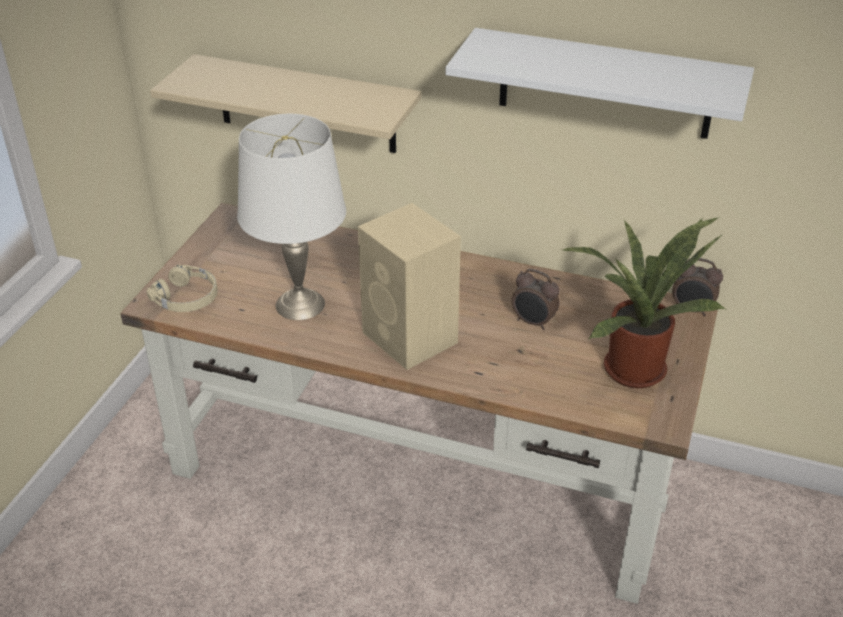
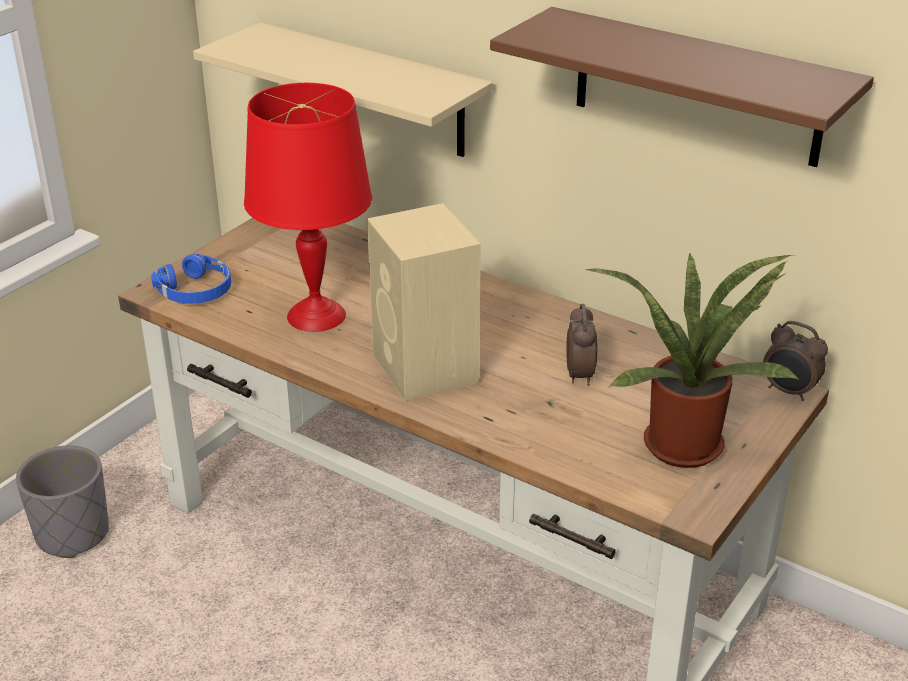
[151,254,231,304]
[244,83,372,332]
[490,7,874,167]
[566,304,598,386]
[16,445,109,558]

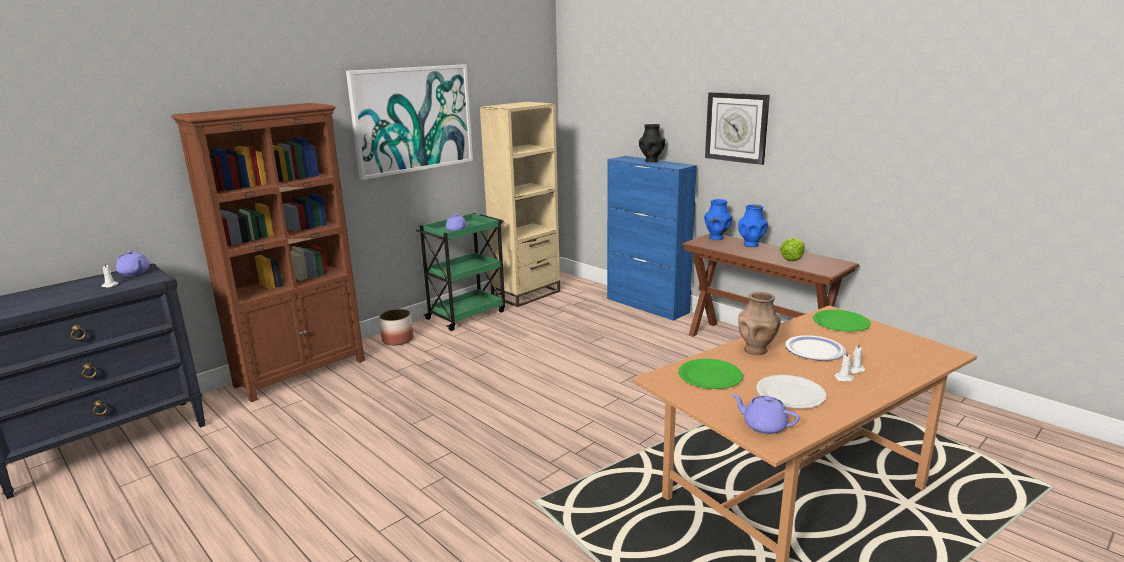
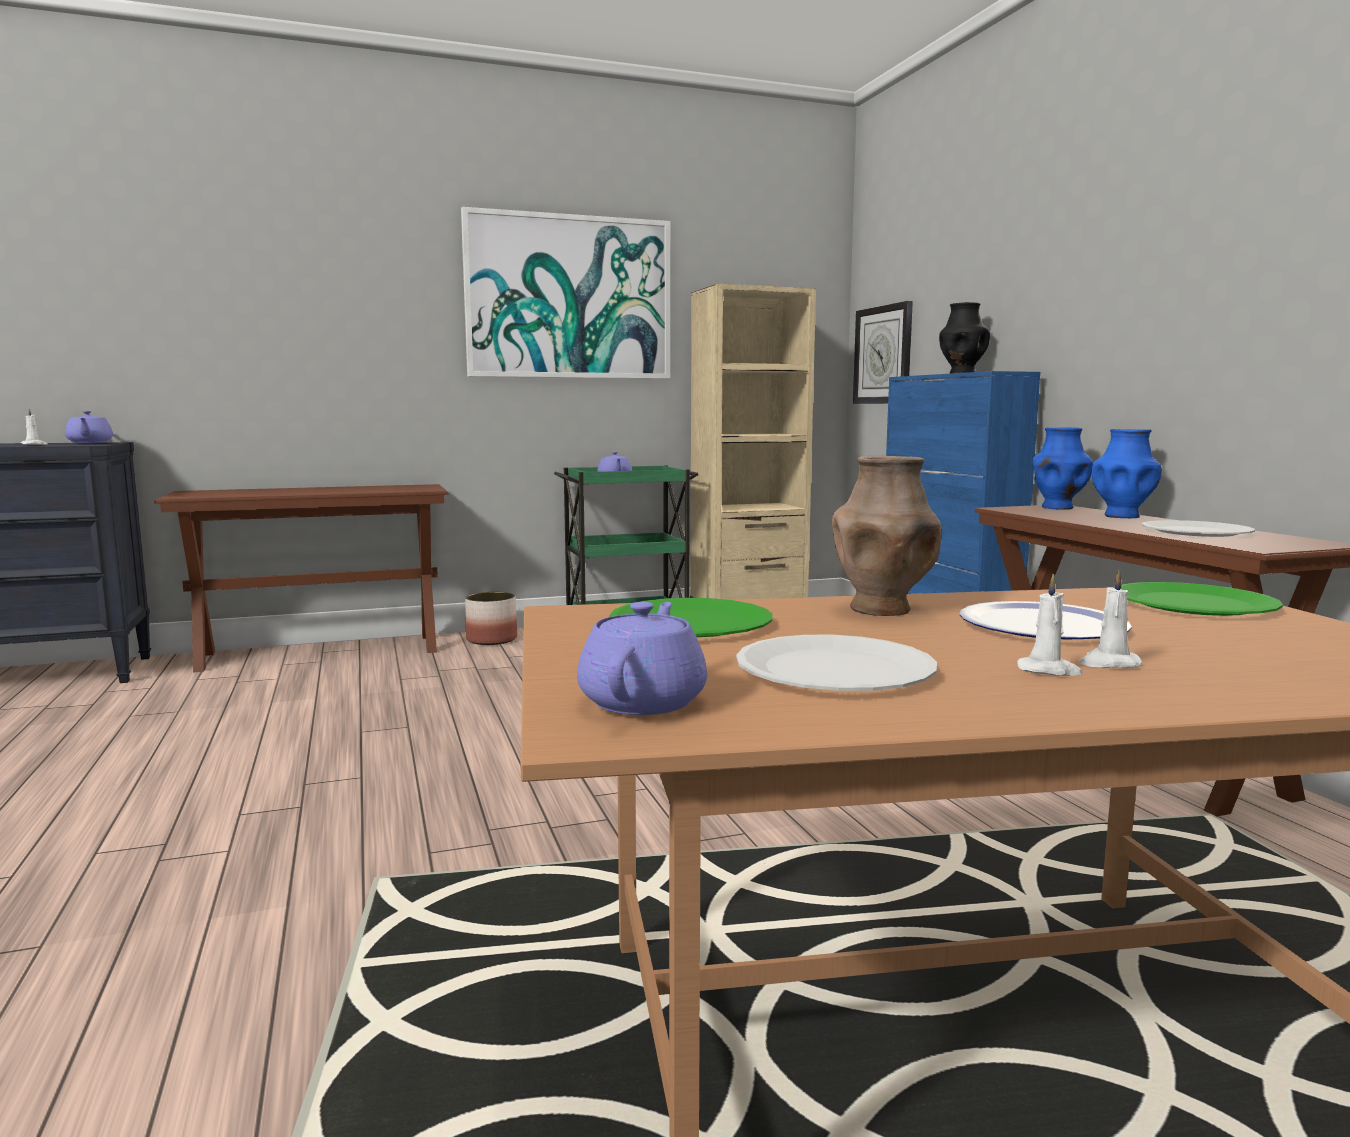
[154,484,449,672]
[853,301,913,404]
[577,602,707,715]
[1142,520,1255,537]

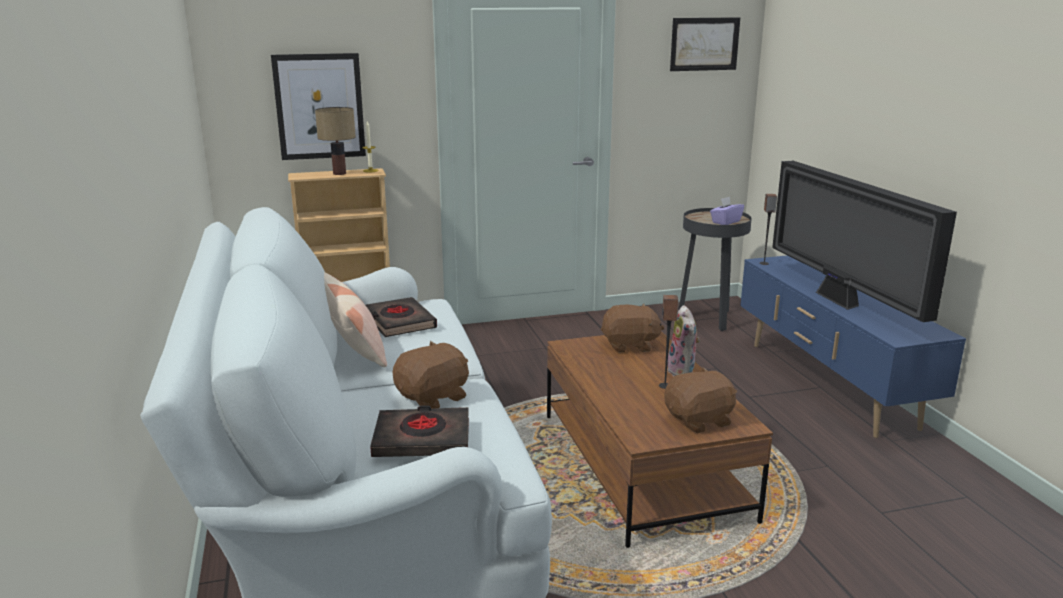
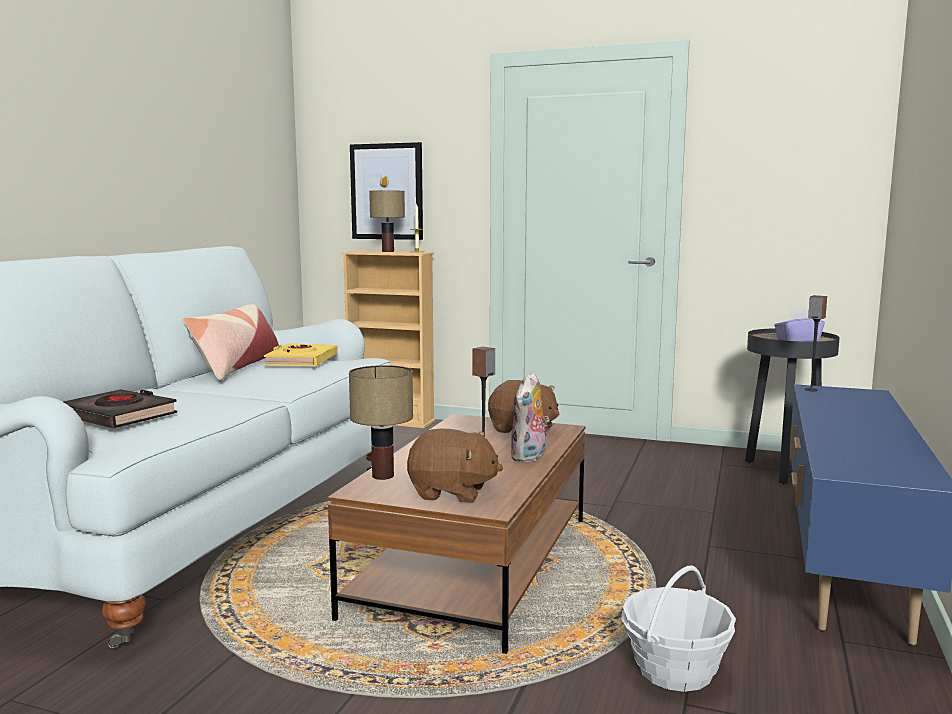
[264,343,338,366]
[393,341,469,409] (first image)
[670,17,740,71] (first image)
[772,161,957,322] (first image)
[349,365,413,480]
[622,566,736,692]

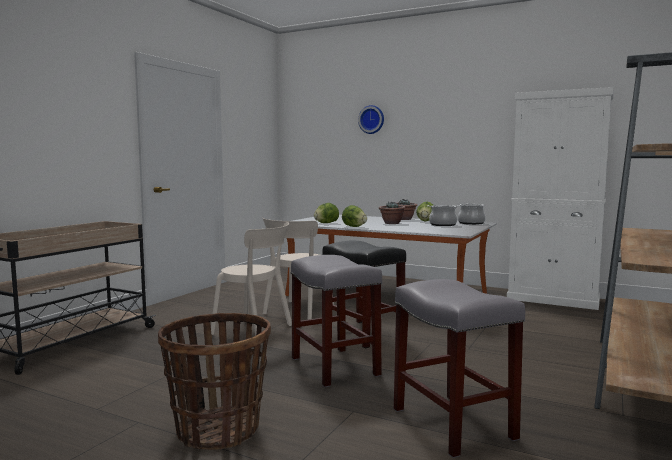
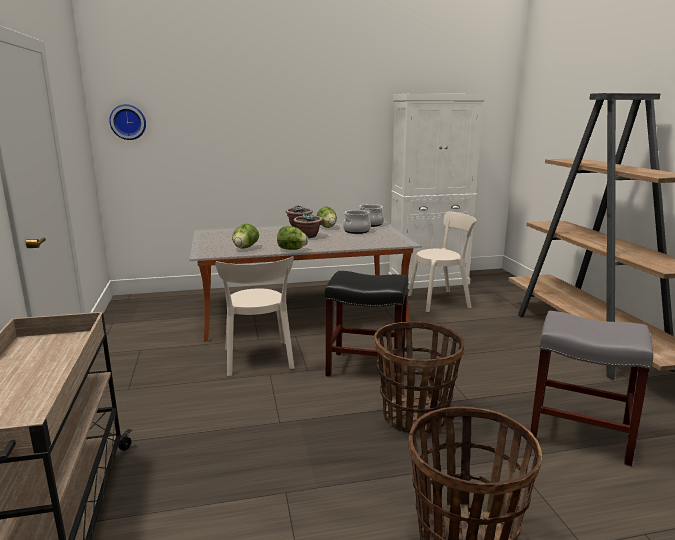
[408,211,477,312]
[373,322,464,436]
[109,104,146,140]

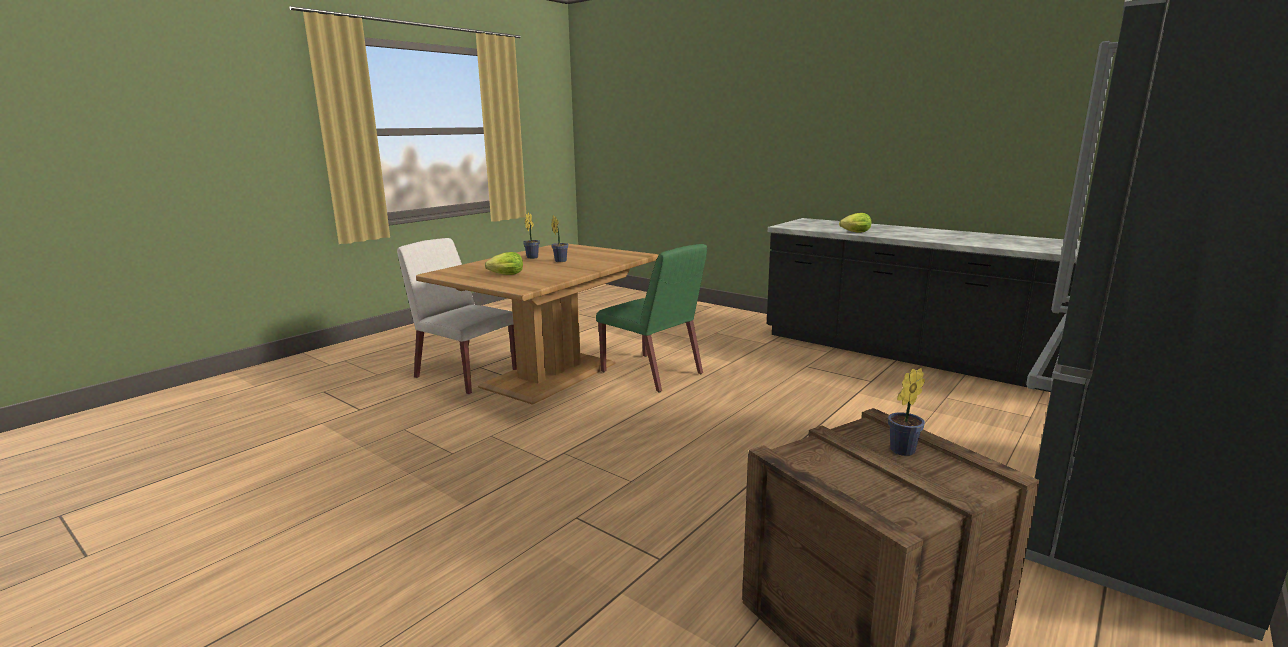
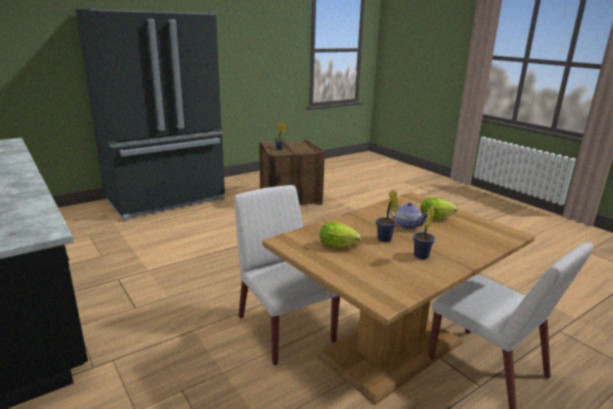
[234,185,340,365]
[320,222,361,248]
[389,202,427,229]

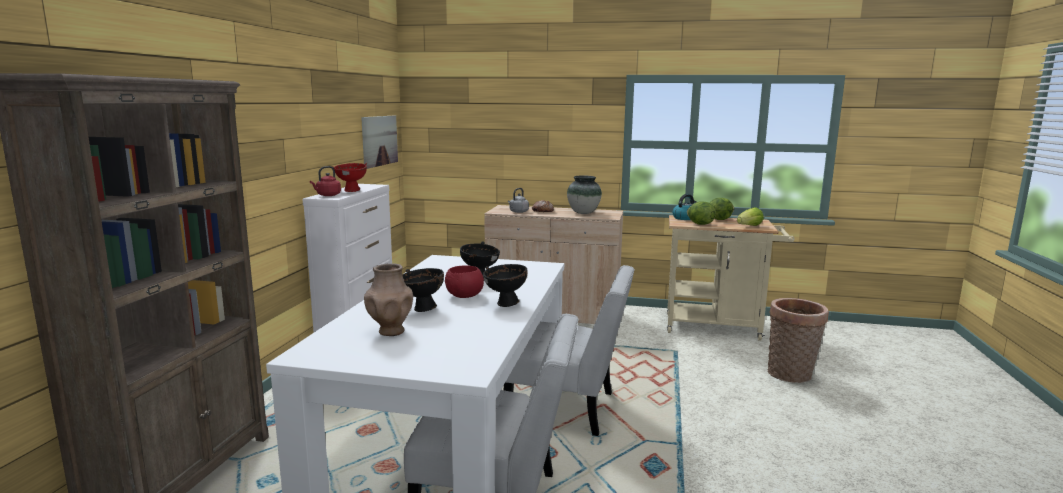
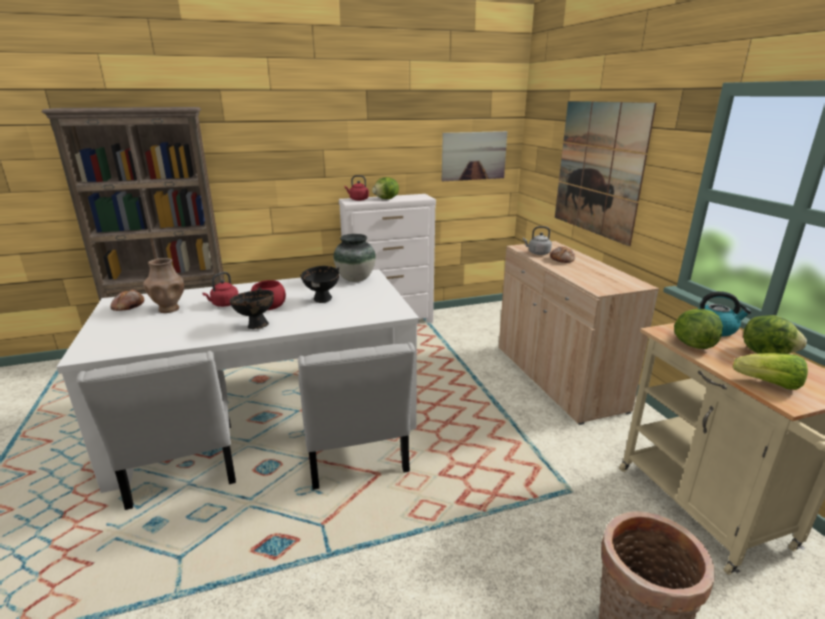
[372,177,399,199]
[202,272,238,307]
[333,234,376,282]
[110,289,145,311]
[555,101,656,246]

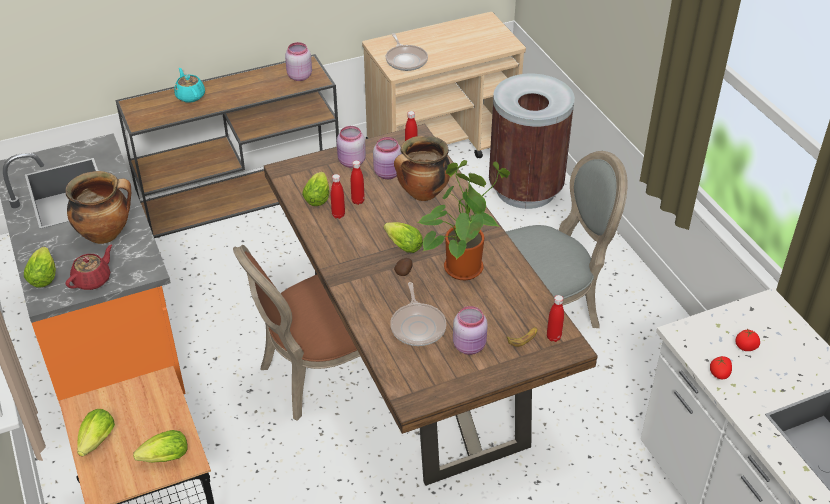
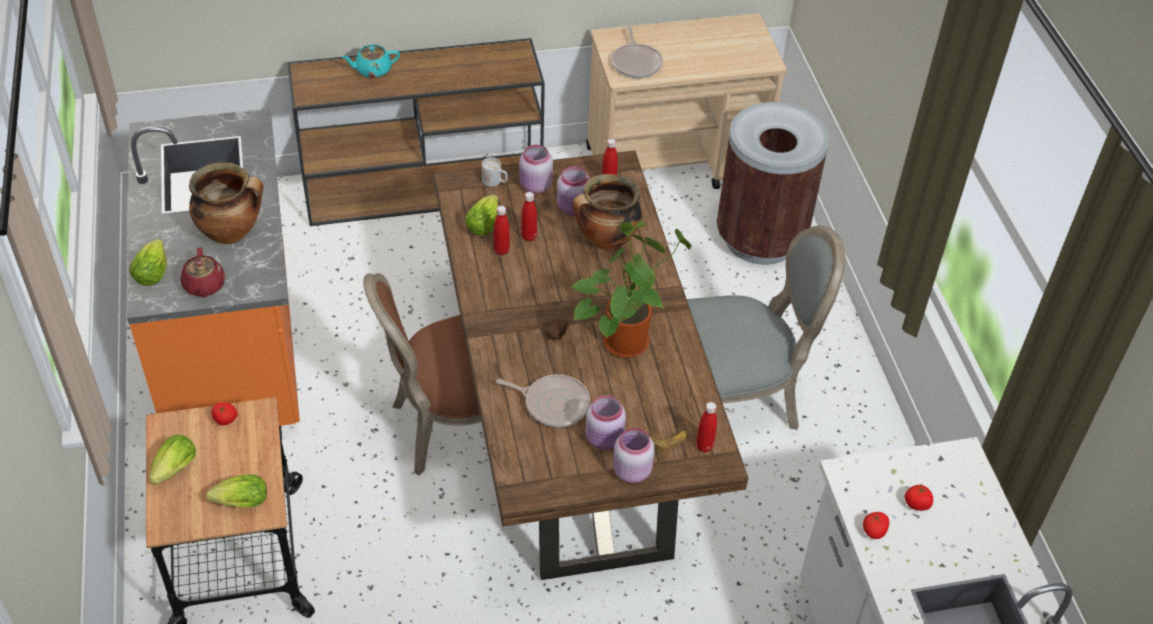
[181,248,225,297]
[342,44,400,78]
[613,428,655,483]
[384,222,423,253] (first image)
[496,374,590,427]
[211,402,238,425]
[482,157,508,187]

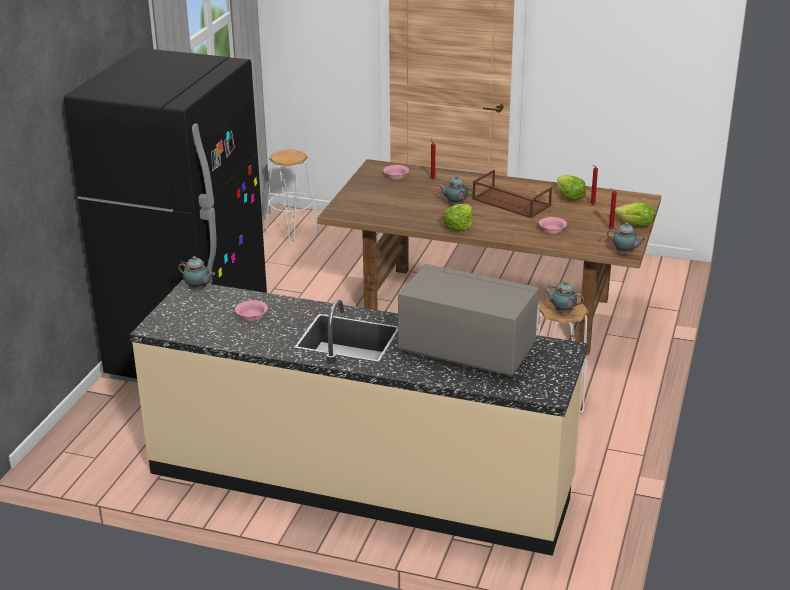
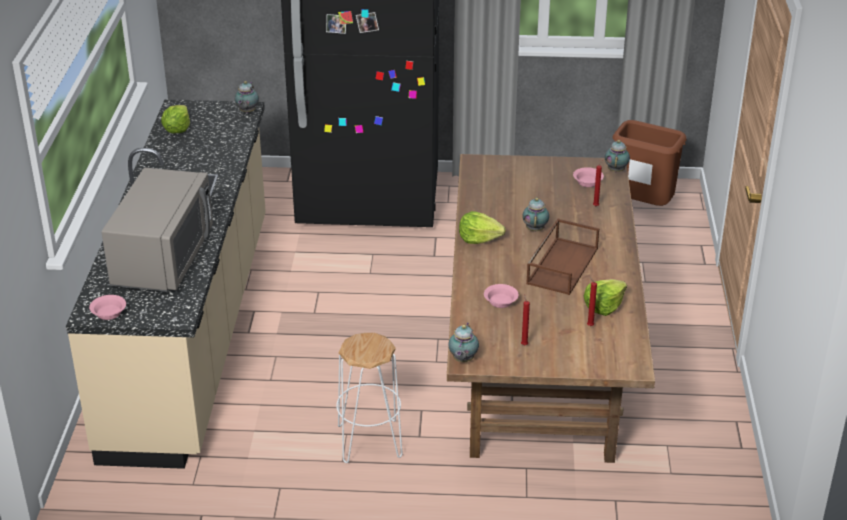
[89,295,126,320]
[612,120,687,206]
[605,140,630,173]
[161,105,190,133]

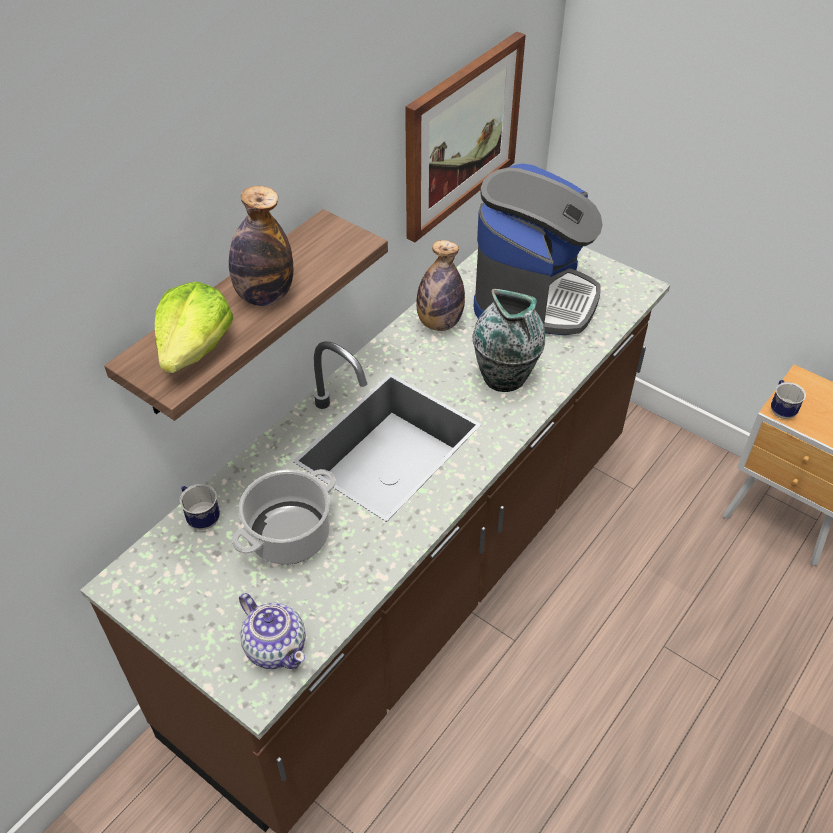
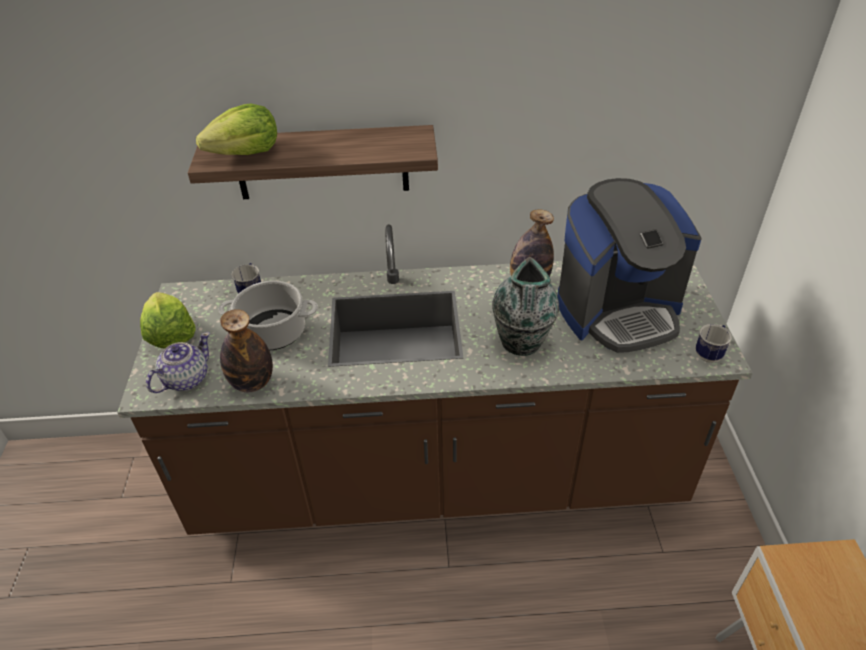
[220,309,273,392]
[146,332,210,393]
[405,32,526,243] (first image)
[696,324,732,363]
[140,292,196,348]

